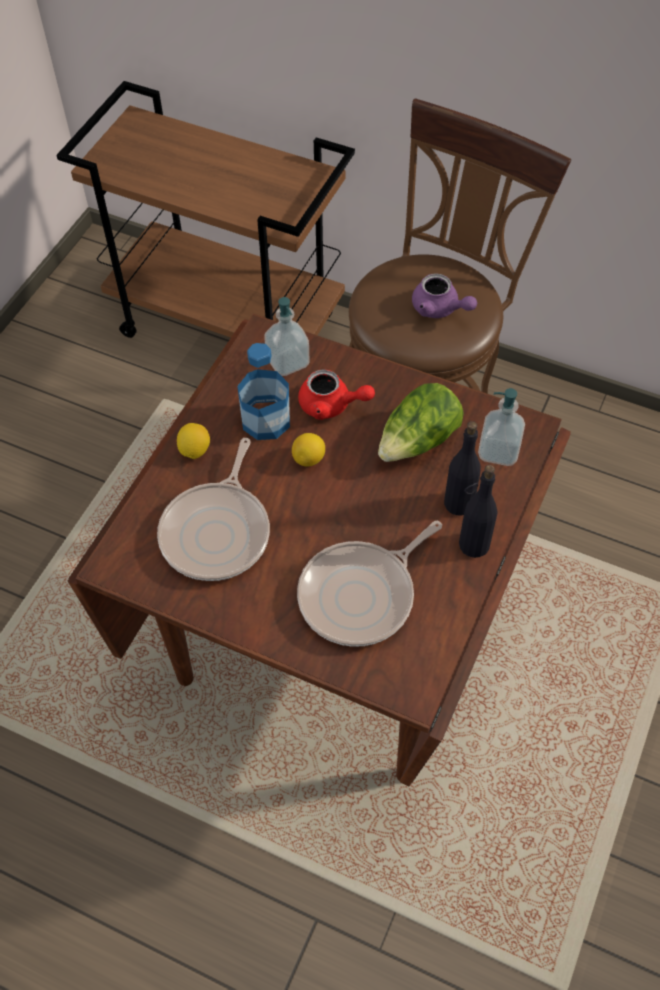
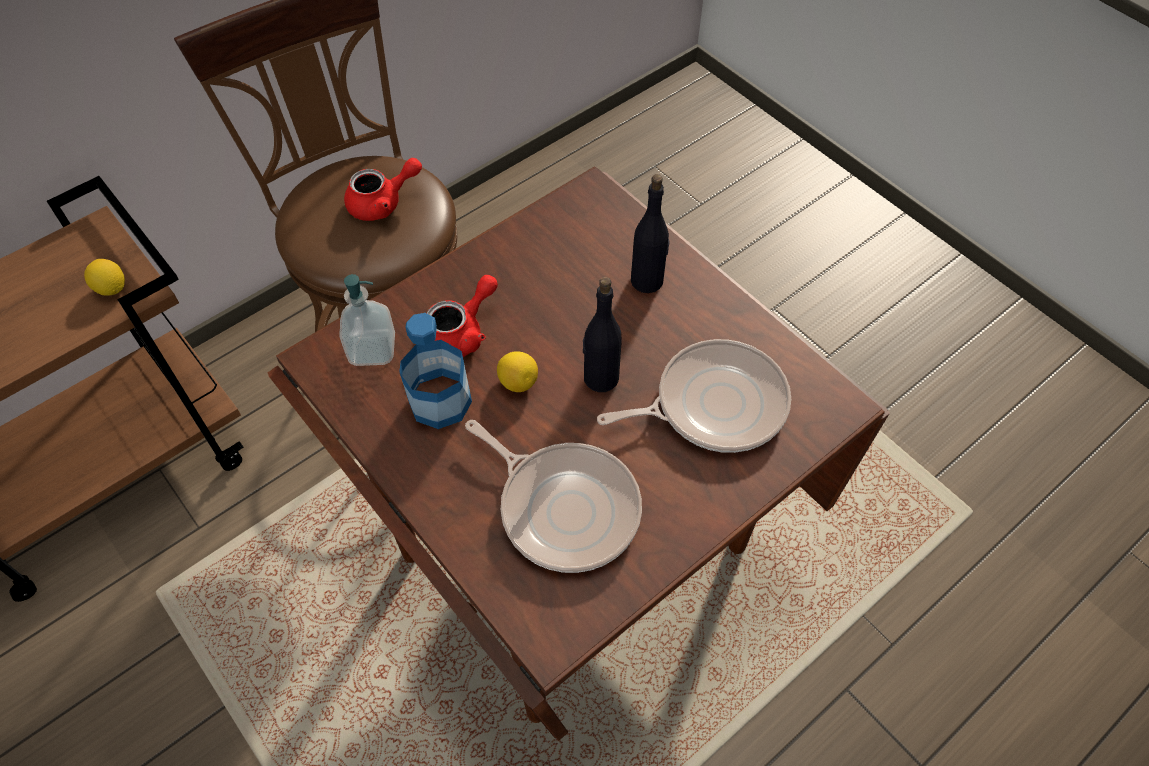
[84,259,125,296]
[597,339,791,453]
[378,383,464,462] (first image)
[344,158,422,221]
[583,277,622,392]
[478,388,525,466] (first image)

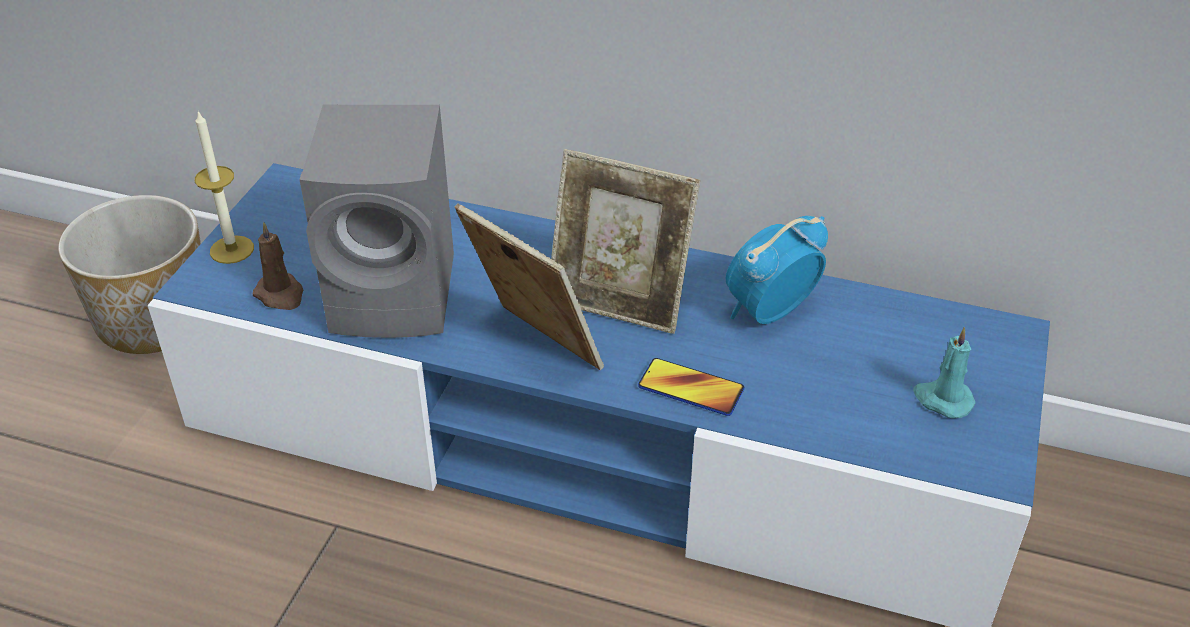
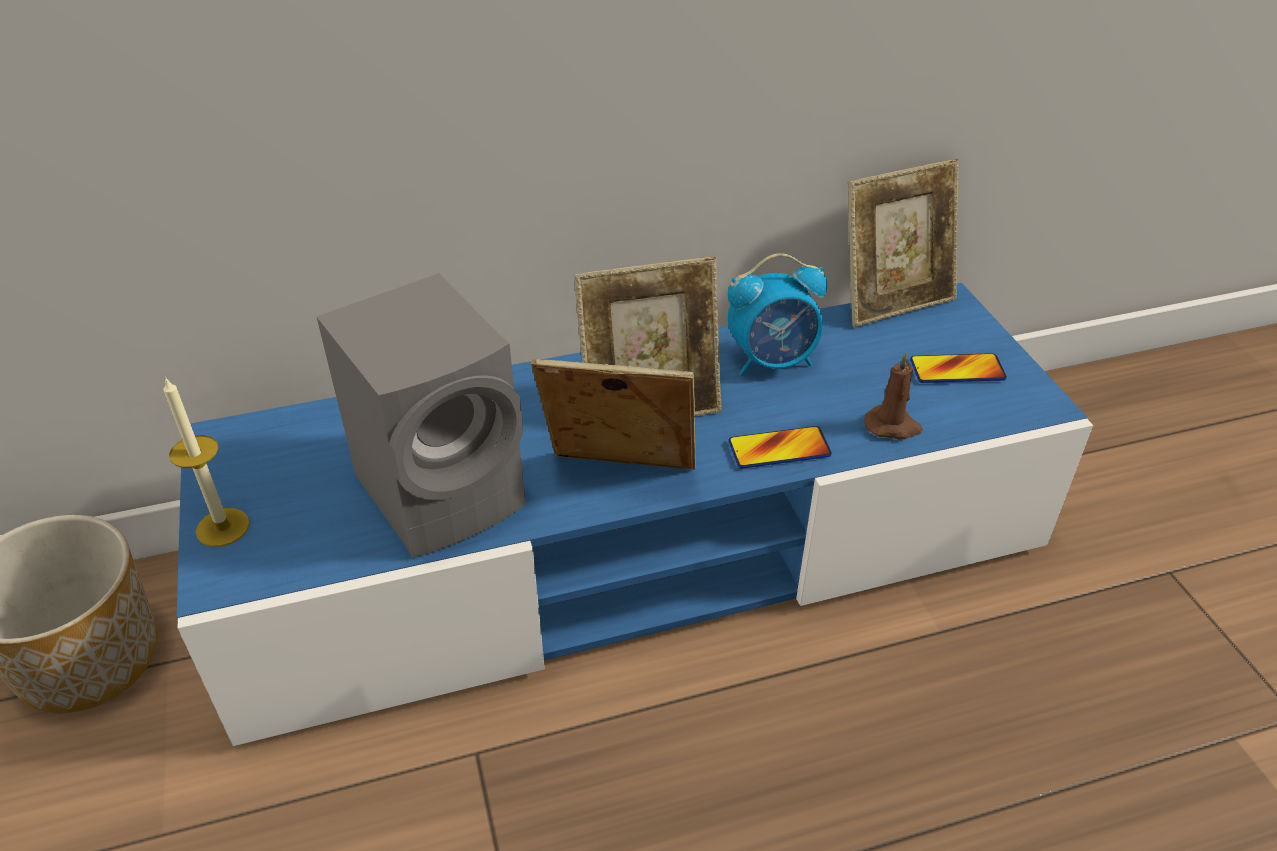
[864,352,923,440]
[728,253,827,376]
[910,353,1007,383]
[848,159,959,327]

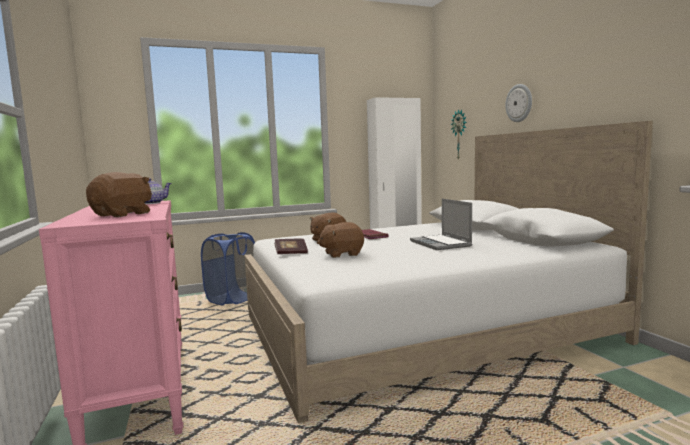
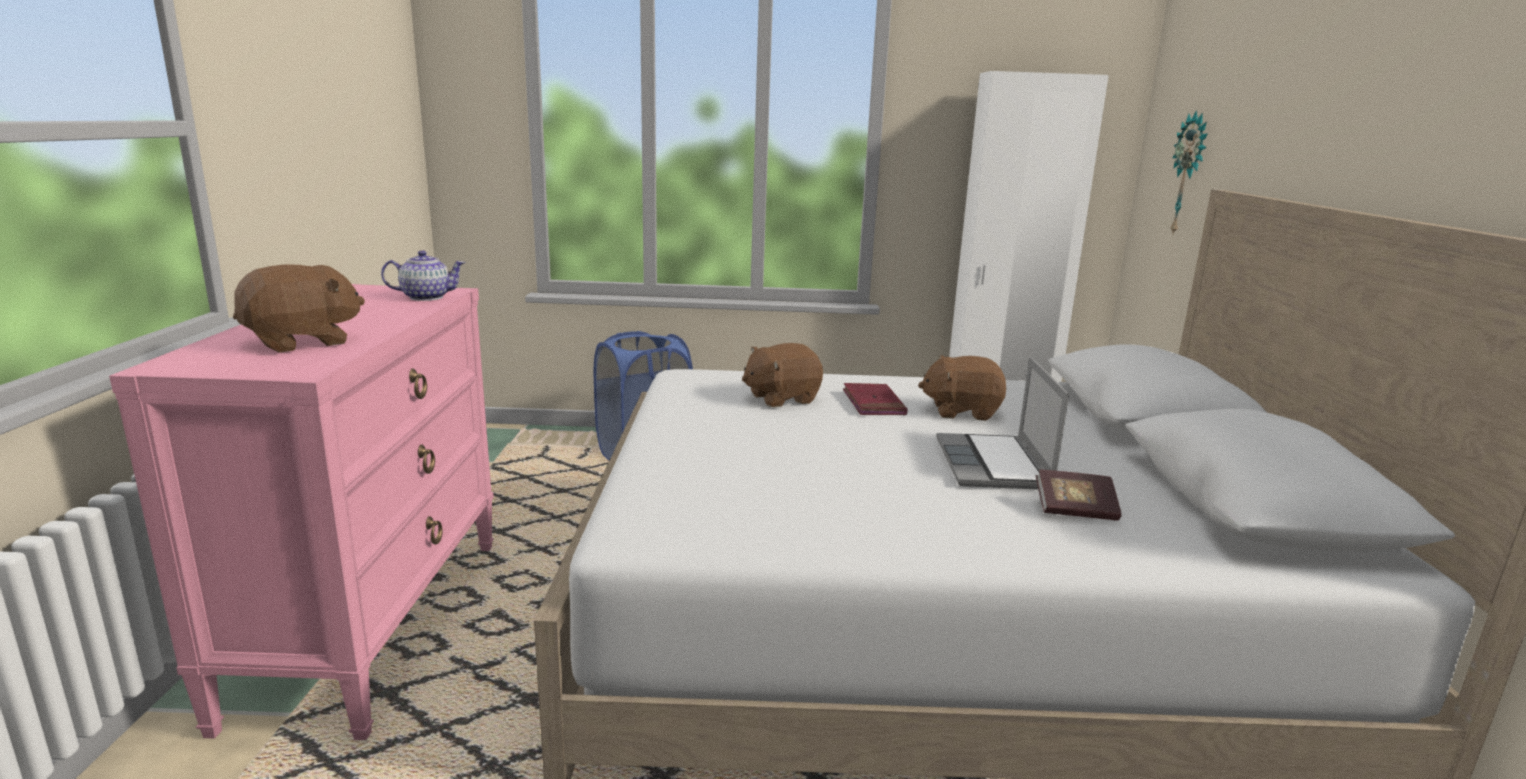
[1036,469,1122,521]
[918,355,1006,421]
[505,84,532,122] (first image)

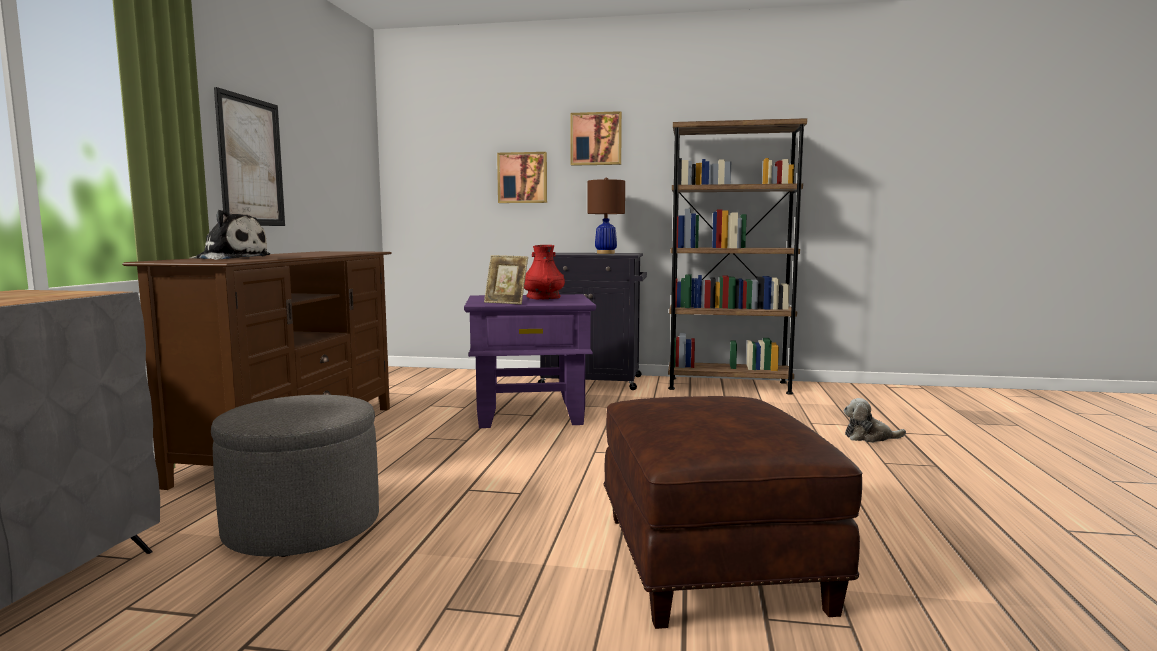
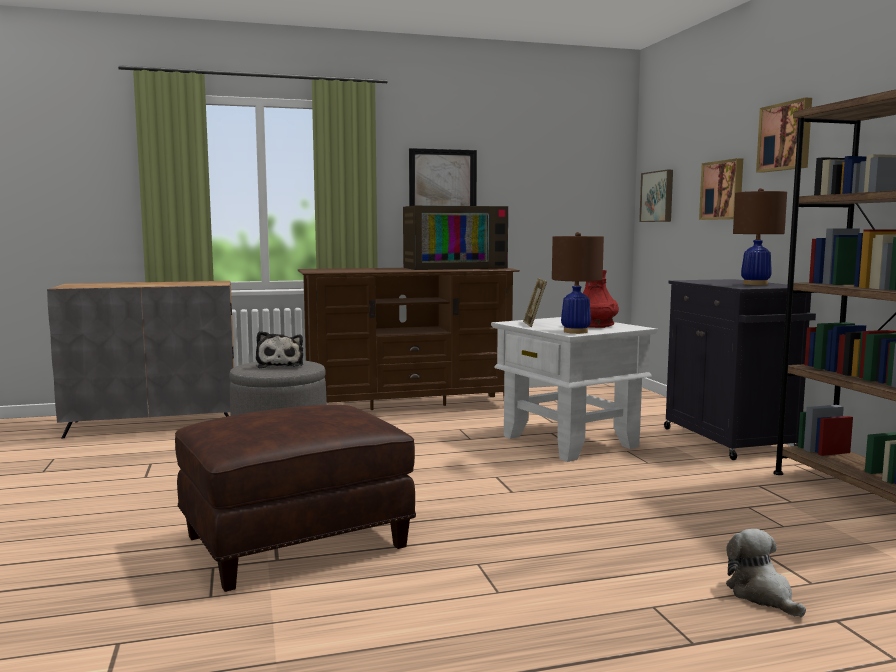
[256,331,303,368]
[491,317,658,462]
[403,205,508,270]
[552,232,604,334]
[639,170,673,222]

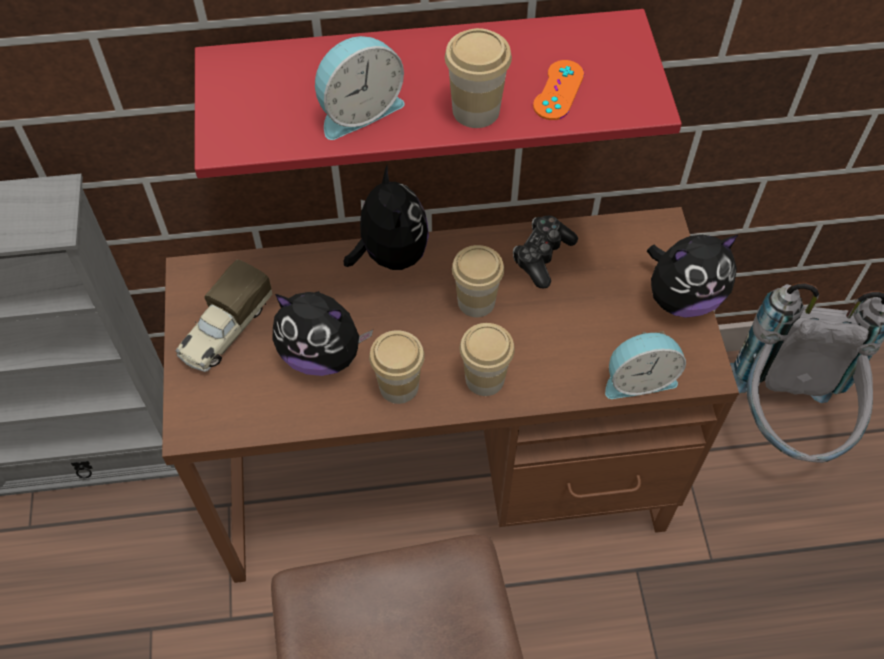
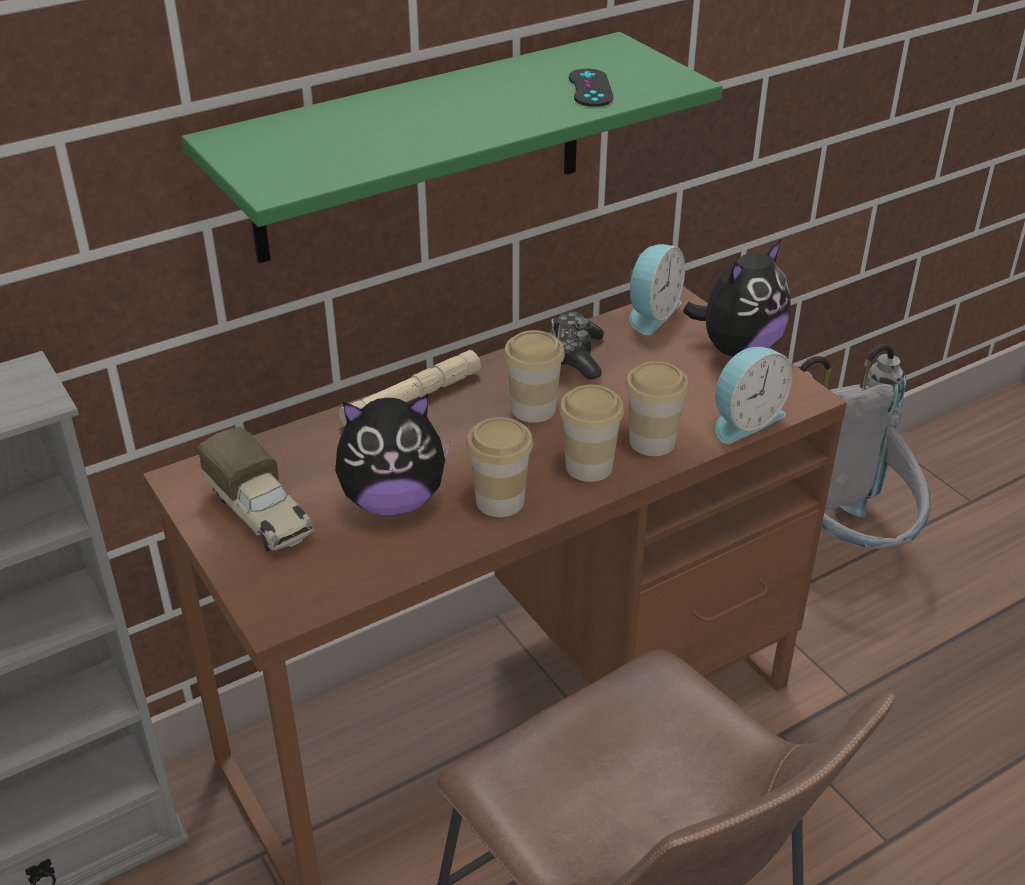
[198,427,315,552]
[181,32,722,263]
[629,244,685,335]
[339,350,481,426]
[625,361,689,456]
[569,69,614,107]

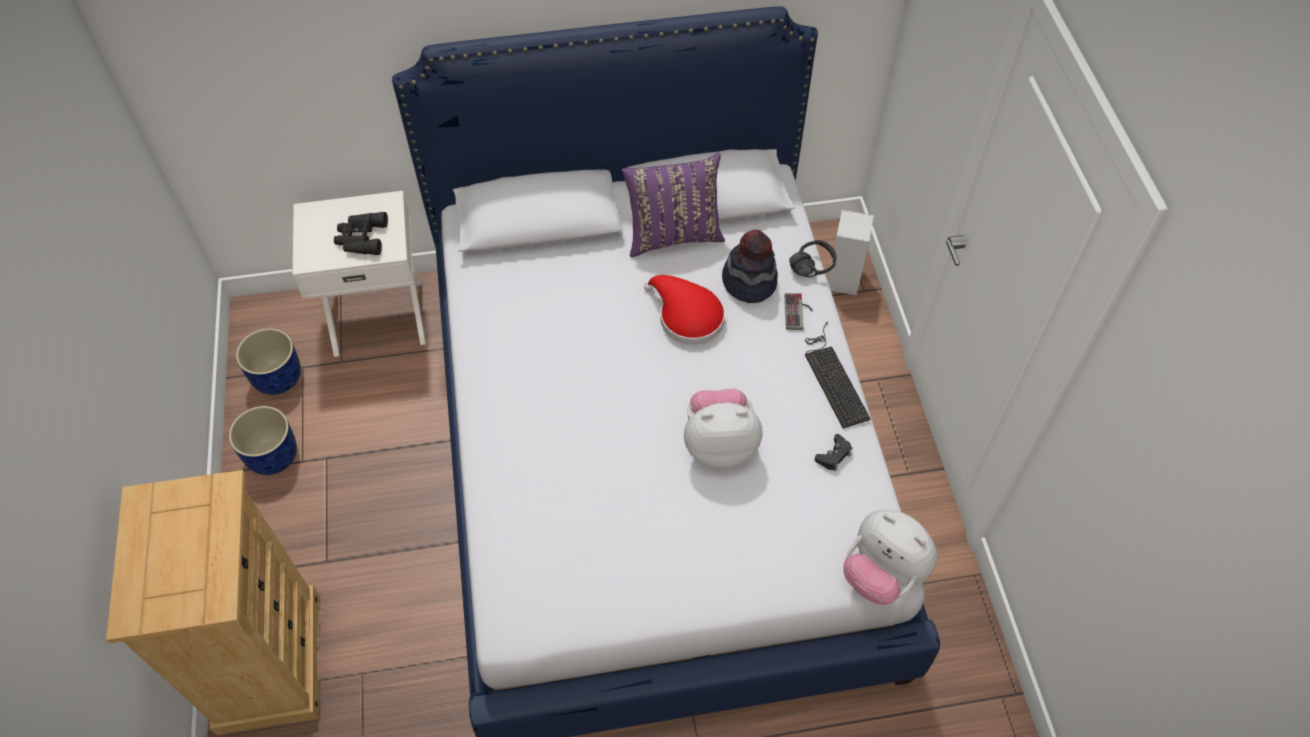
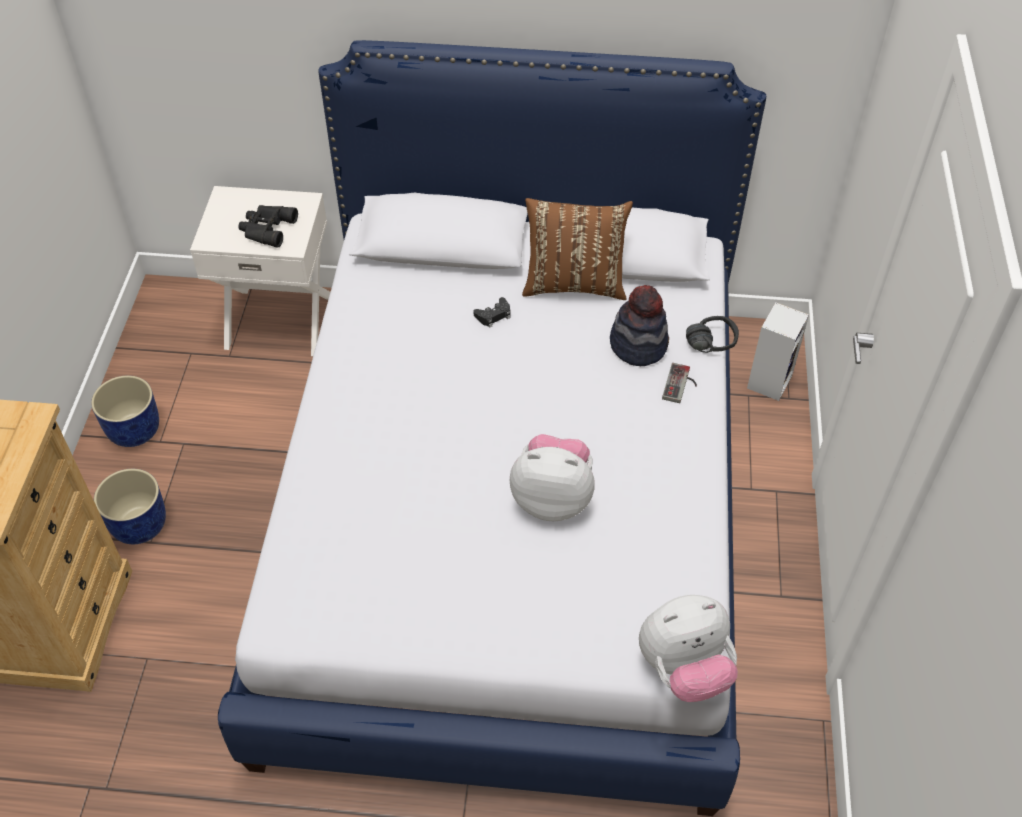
[94,469,166,544]
[522,198,633,300]
[644,275,725,345] (first image)
[805,321,871,429] (first image)
[474,297,511,328]
[639,595,738,702]

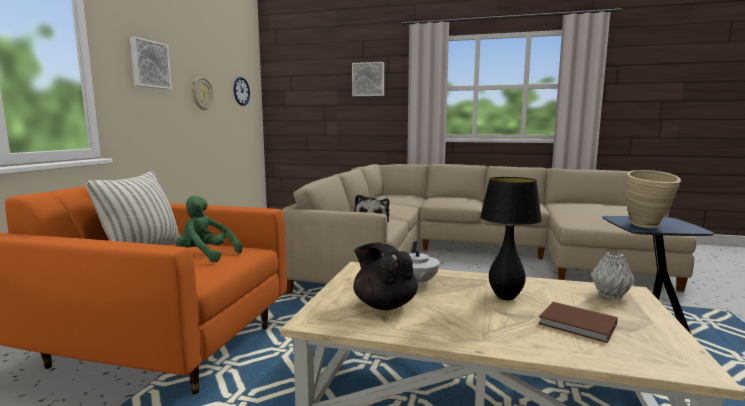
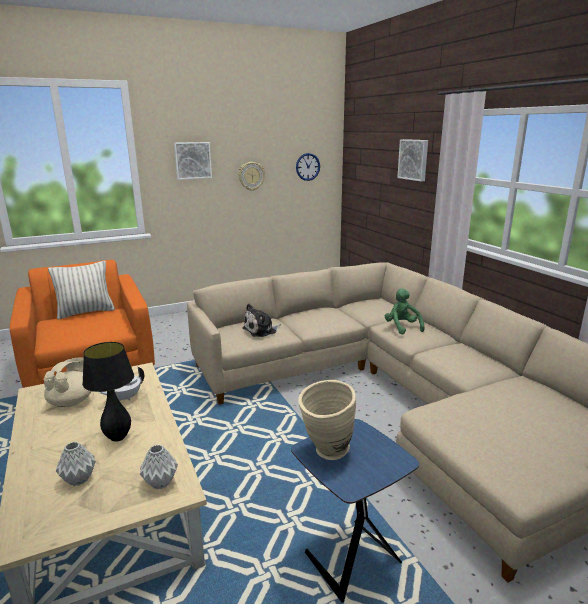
[385,288,425,335]
[43,357,92,407]
[56,442,96,486]

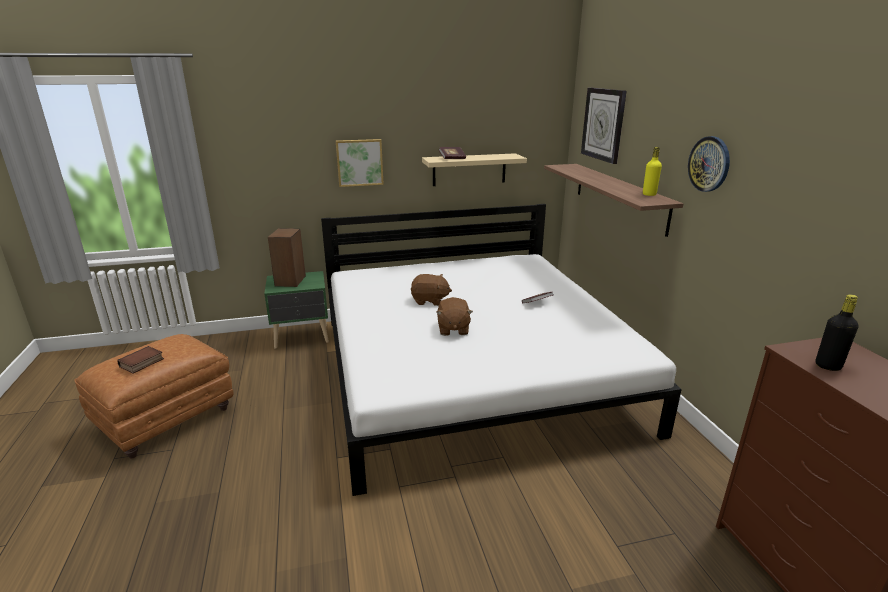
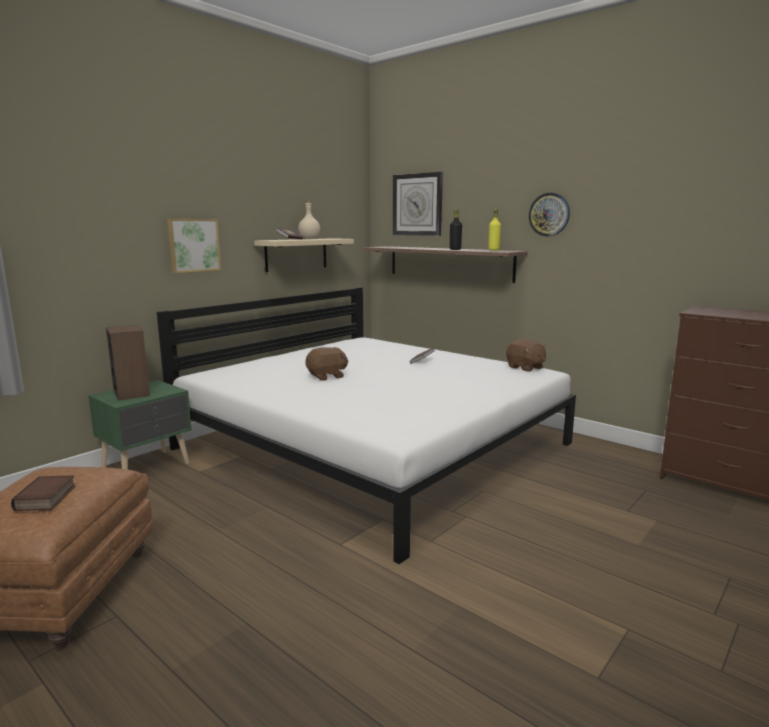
[506,339,546,372]
[450,210,462,250]
[298,200,320,239]

